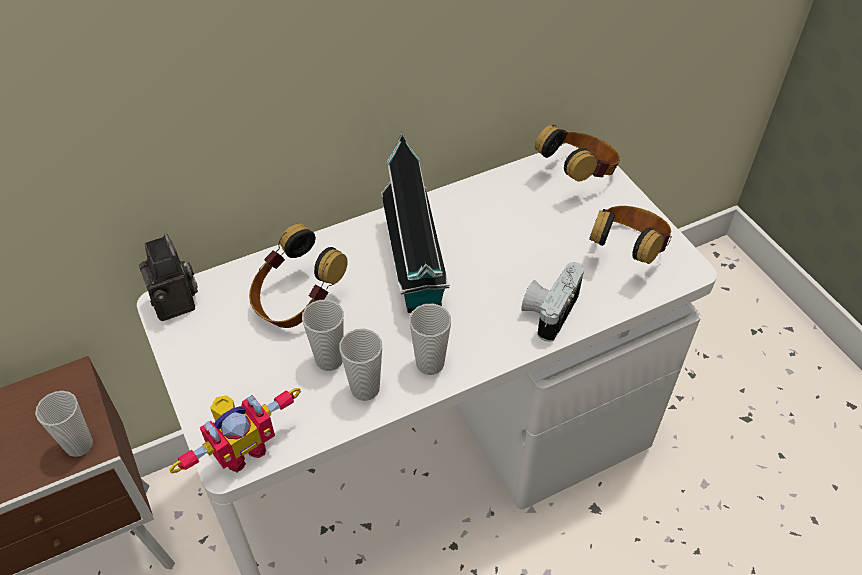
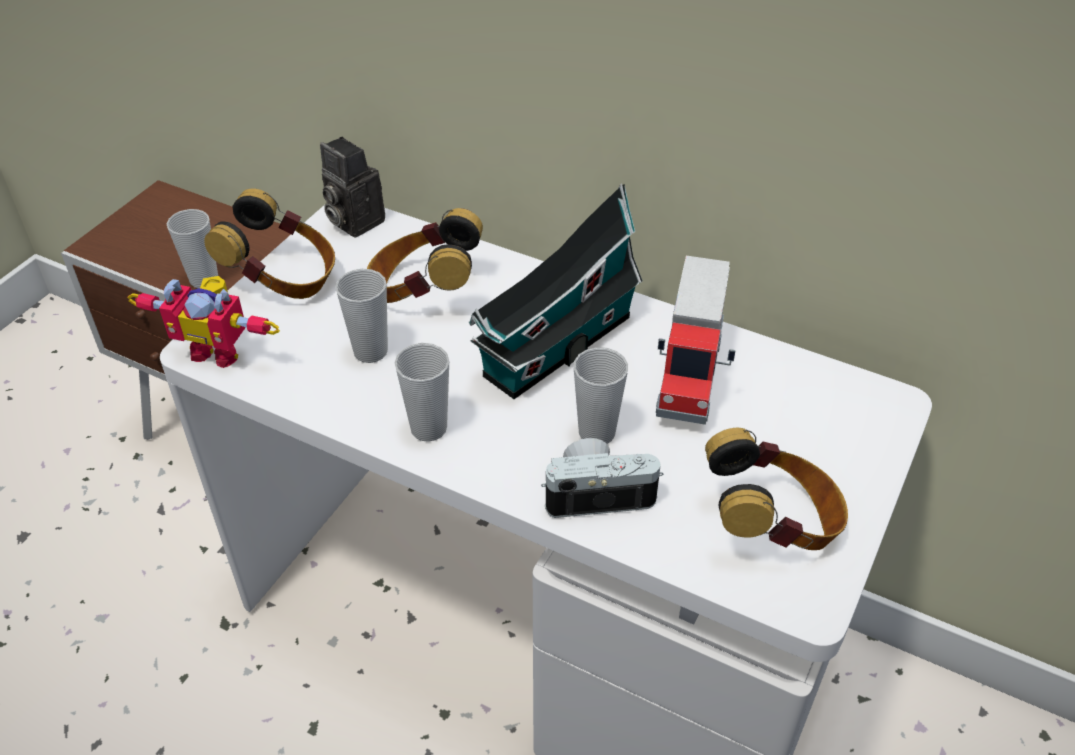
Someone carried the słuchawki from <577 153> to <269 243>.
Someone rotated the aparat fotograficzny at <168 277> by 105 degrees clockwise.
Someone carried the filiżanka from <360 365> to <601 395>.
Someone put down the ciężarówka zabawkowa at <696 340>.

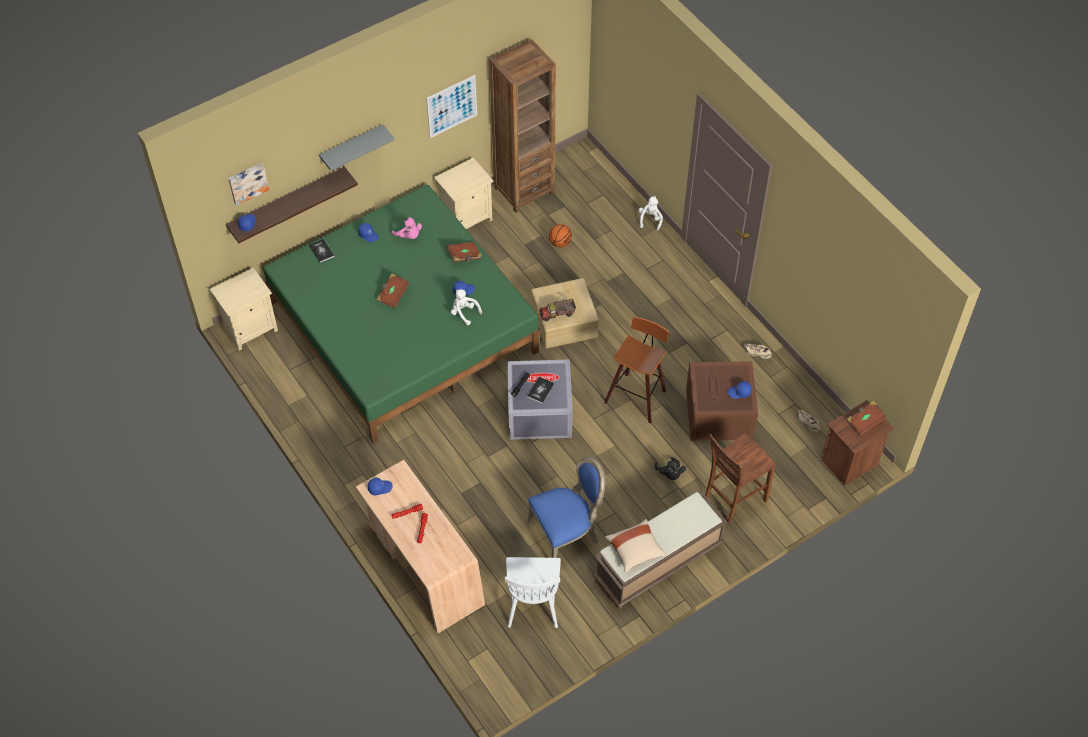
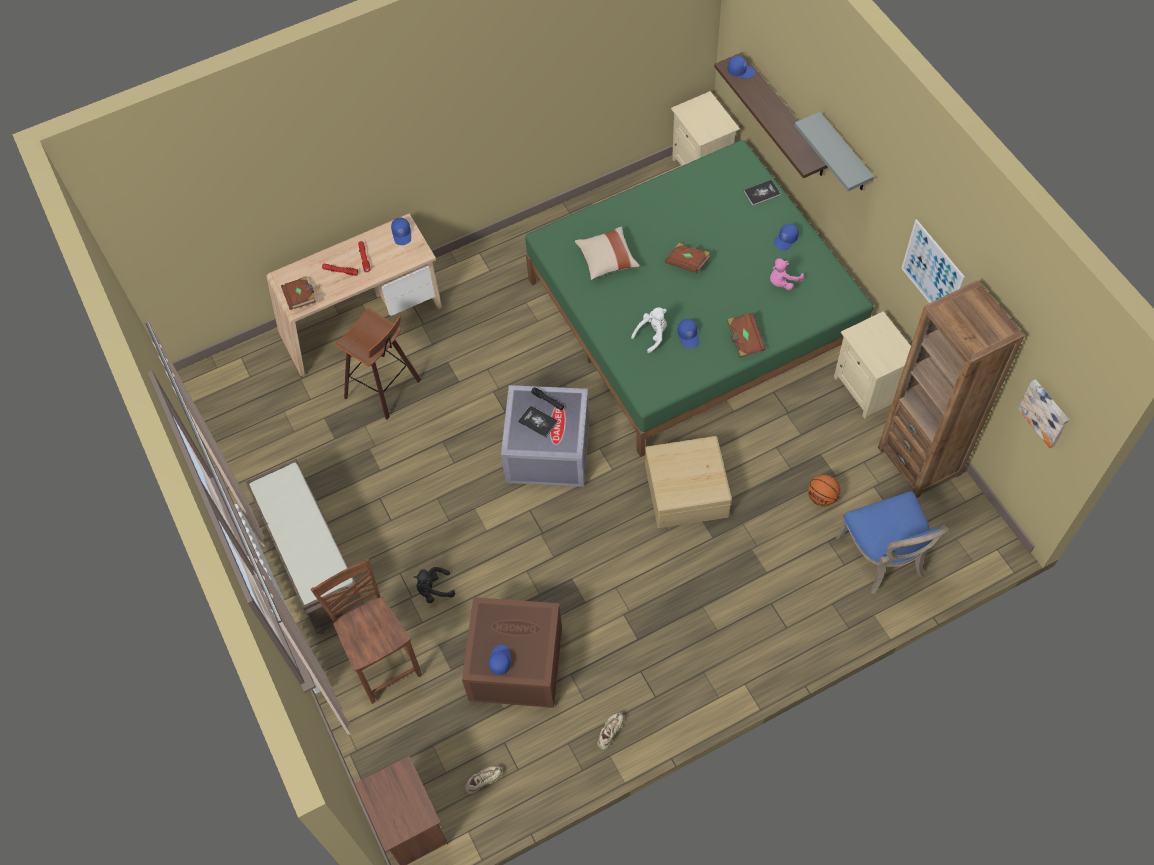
Someone carried the książka [brązowy] from <867 418> to <298 293>.
Someone carried the stołek from <636 370> to <378 364>.
Someone carried the poduszka [beżowy] from <635 546> to <607 253>.
Someone carried the krzesło [niebieski] from <566 507> to <893 542>.
Someone carried the obraz from <248 184> to <1043 413>.
Someone took away the krzesło [biały] at <533 592>.
Someone took away the ciężarówka zabawkowa at <557 310>.
Someone took away the pluszak [biały] at <651 213>.

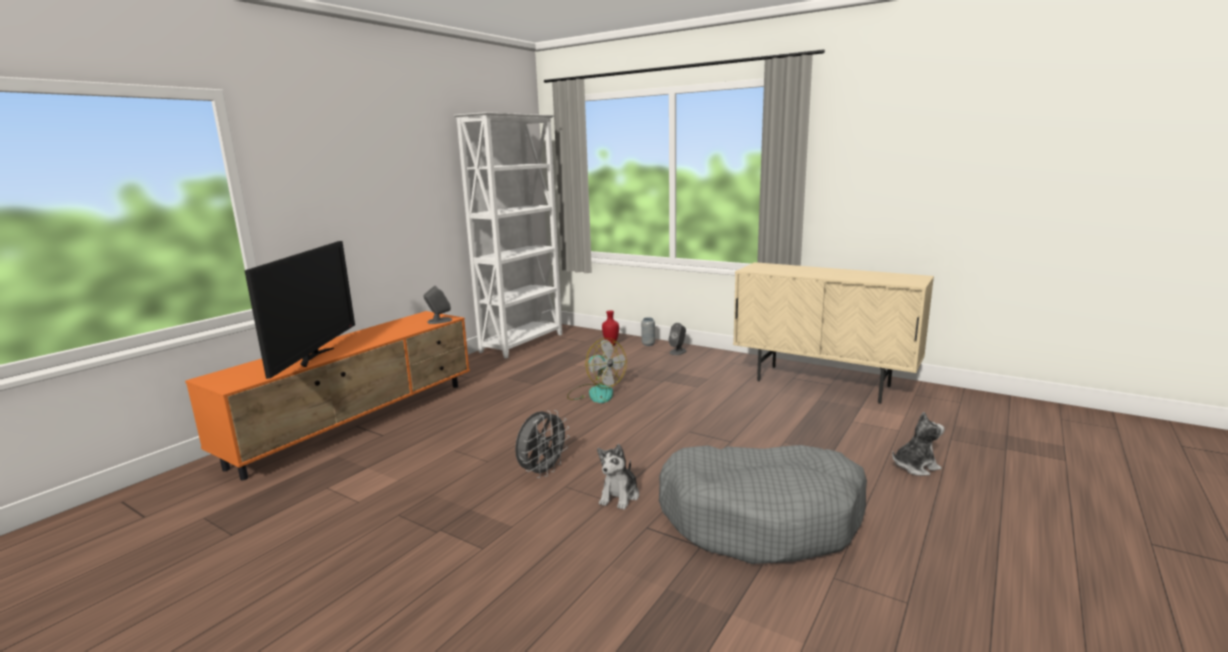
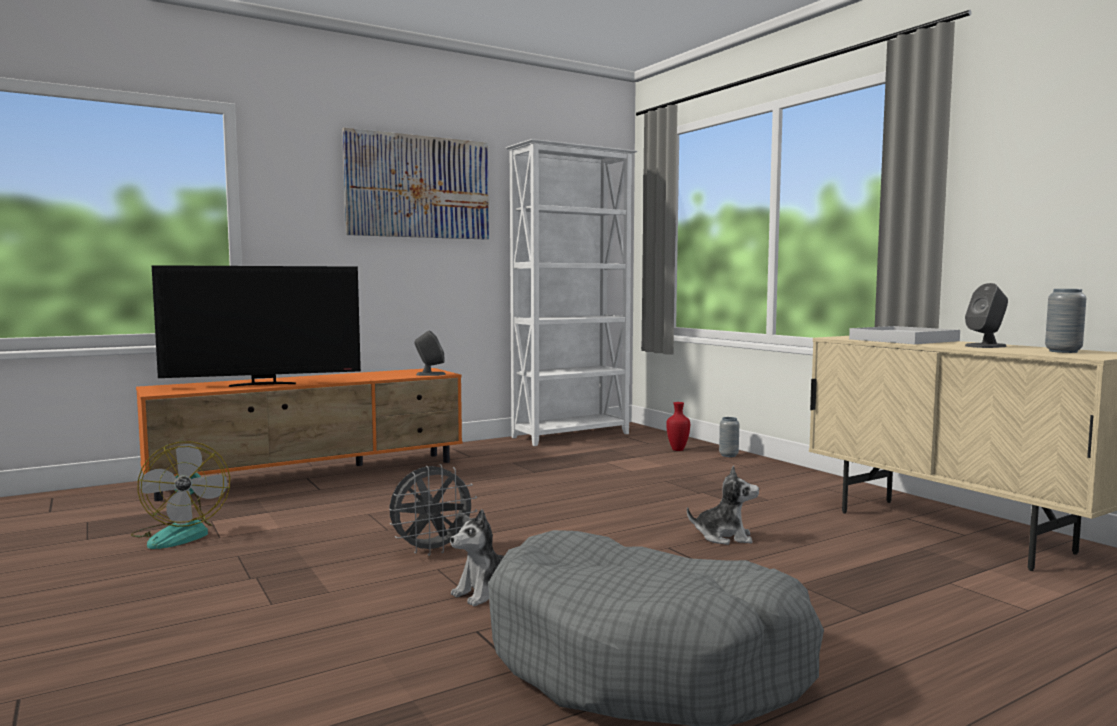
Someone carried the wentylator from <597 370> to <180 495>.
Someone rotated the telewizor at <299 310> by 45 degrees clockwise.
Someone put up the obraz at <415 184>.
Someone carried the pluszak from <918 444> to <723 505>.
Someone put down the taca [biały] at <904 335>.
Someone carried the głośnik [szary] from <677 339> to <986 315>.
Someone put down the wazon [szary] at <1065 321>.

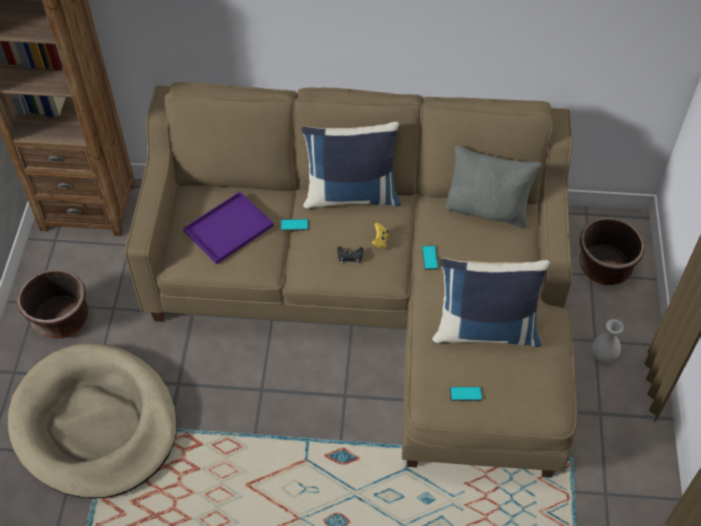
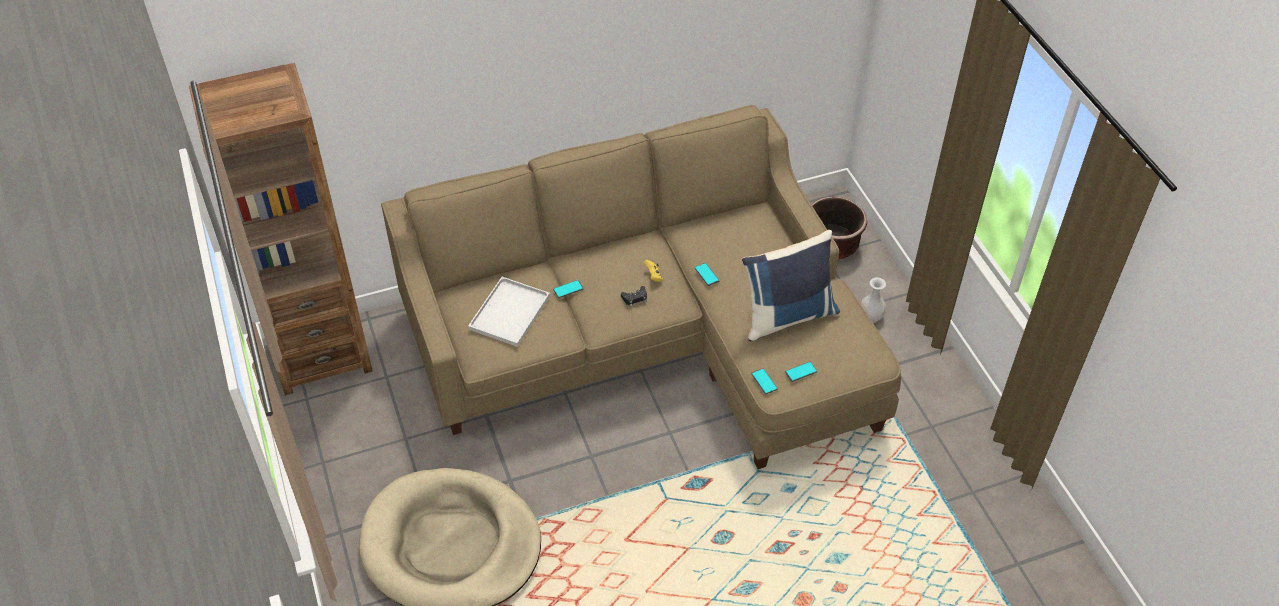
Someone repainted the taca [fioletowy] at <228 228>, which became the taca [biały] at <509 312>.
Someone put down the telefon at <764 381>.
Someone took away the donica [brązowy] at <52 304>.
Someone took away the poduszka [niebieski] at <351 165>.
Someone took away the poduszka [szary] at <494 187>.

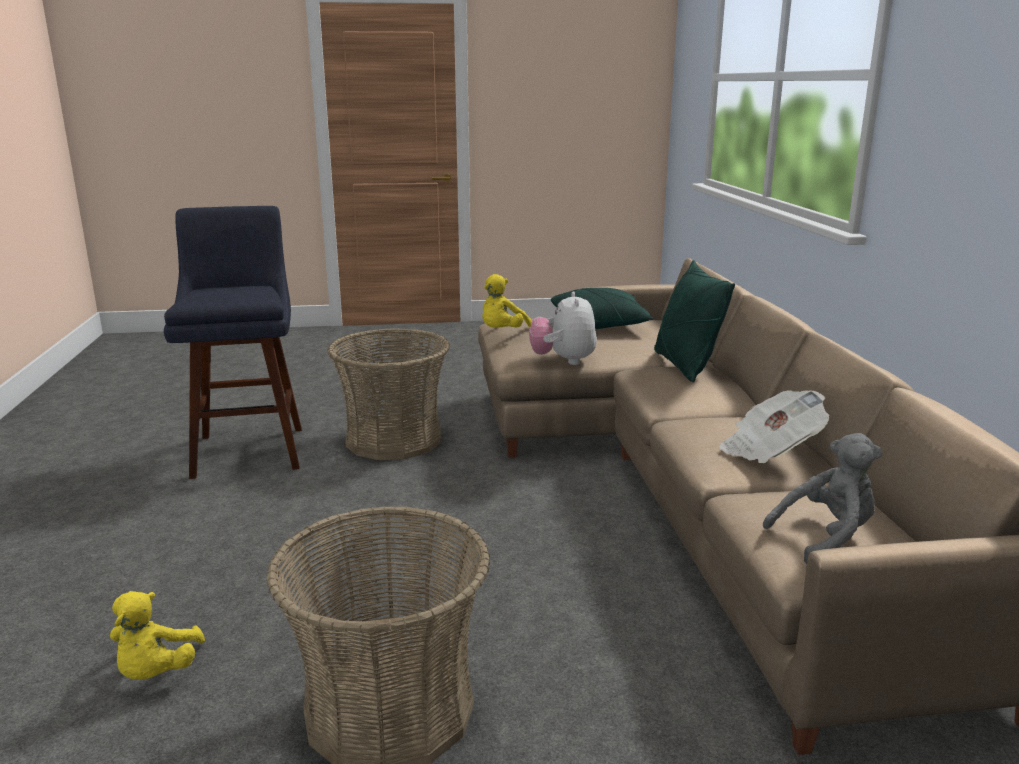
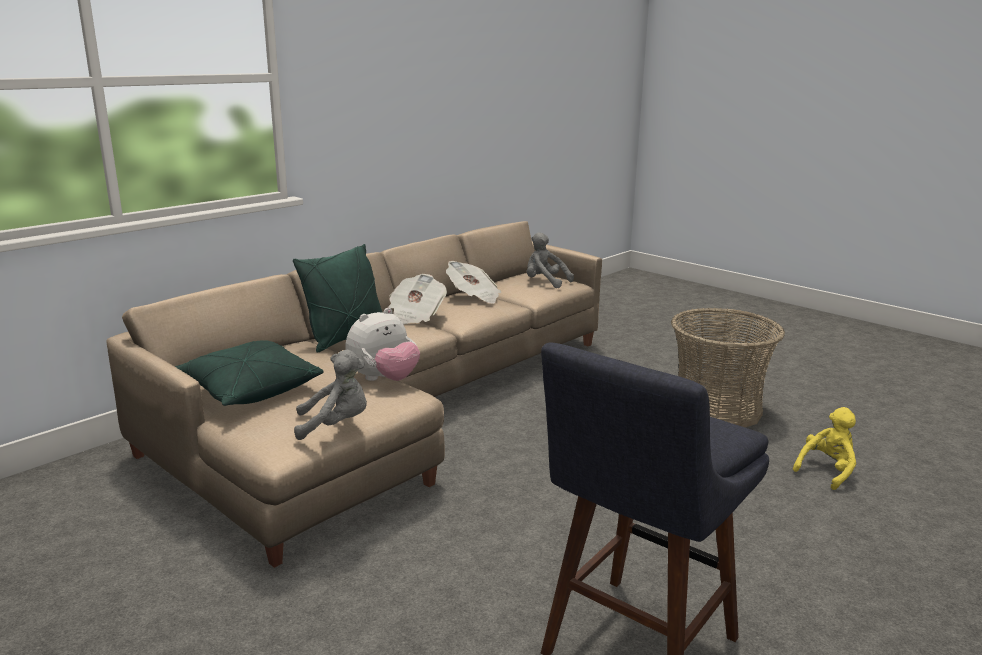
Someone repainted the pluszak [żółty] at <507 301>, which became the pluszak [szary] at <330 395>.
Someone put down the gazeta at <417 299>.
Someone took away the koszyk at <388 394>.

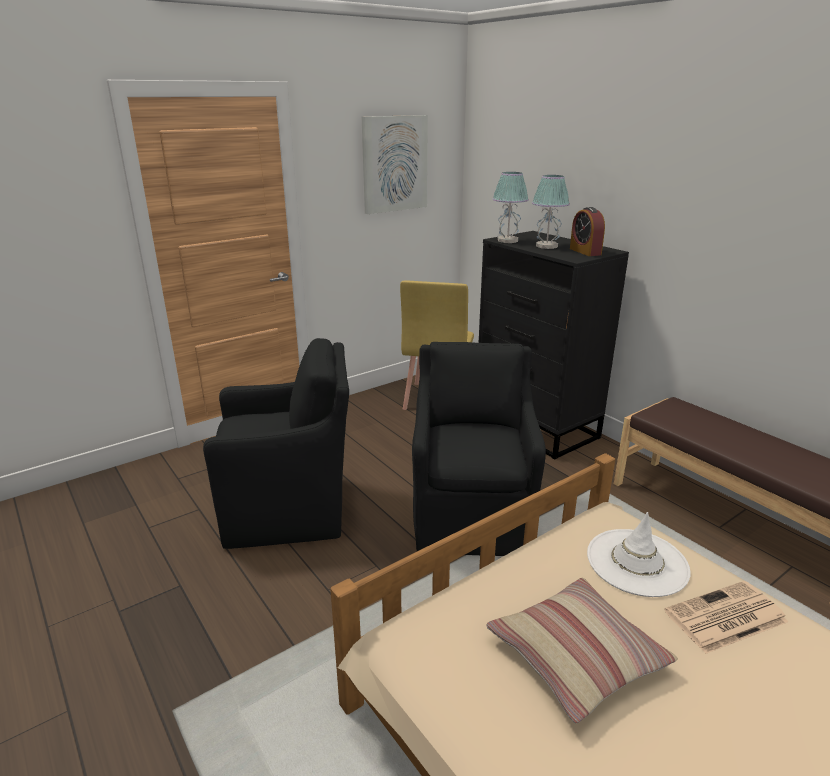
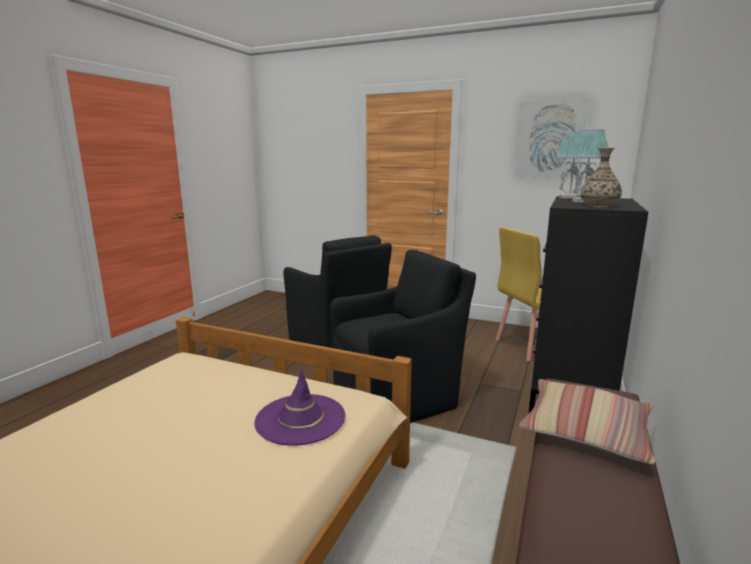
Someone repainted the kapelusz [biały] at <638 554>, which became the kapelusz [fioletowy] at <299 407>.
Someone carried the poduszka from <582 650> to <587 421>.
Someone swapped the budzik at <587 231> for the wazon at <601 178>.
Someone took away the gazeta at <726 617>.

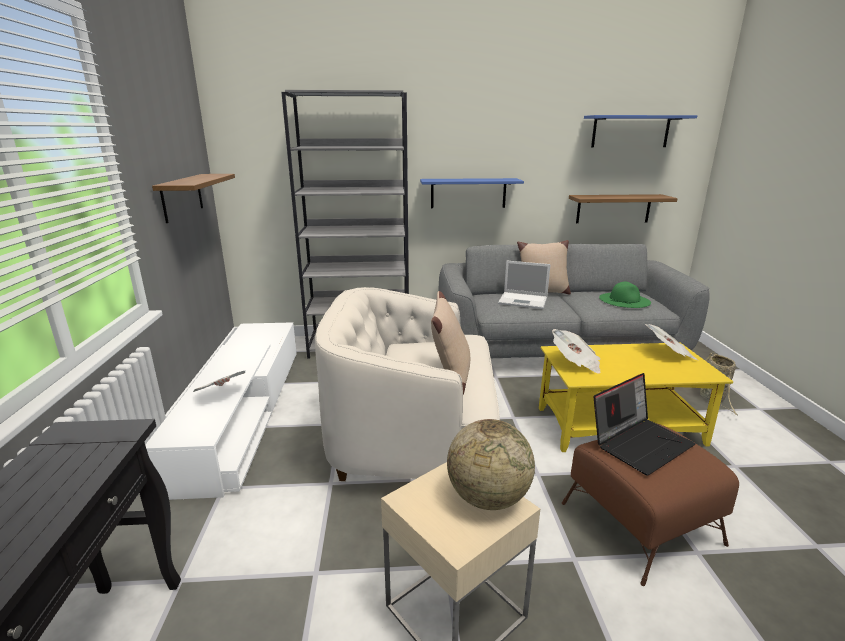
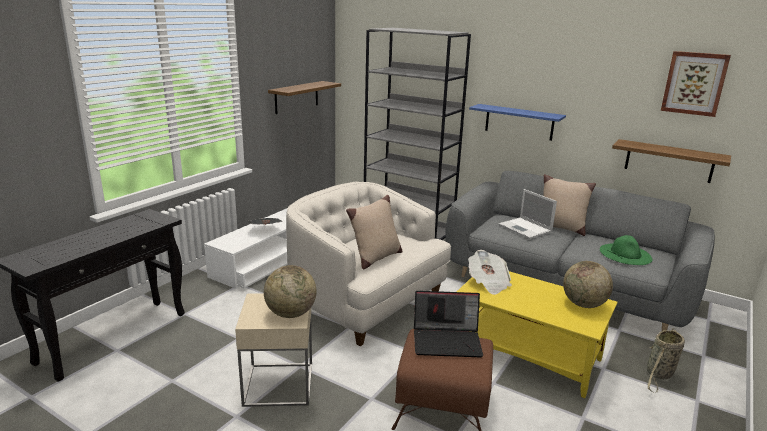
Someone swapped the gazeta at <671 342> for the globus at <588 284>.
Someone swapped the półka [niebieski] at <640 131> for the obraz at <696 84>.

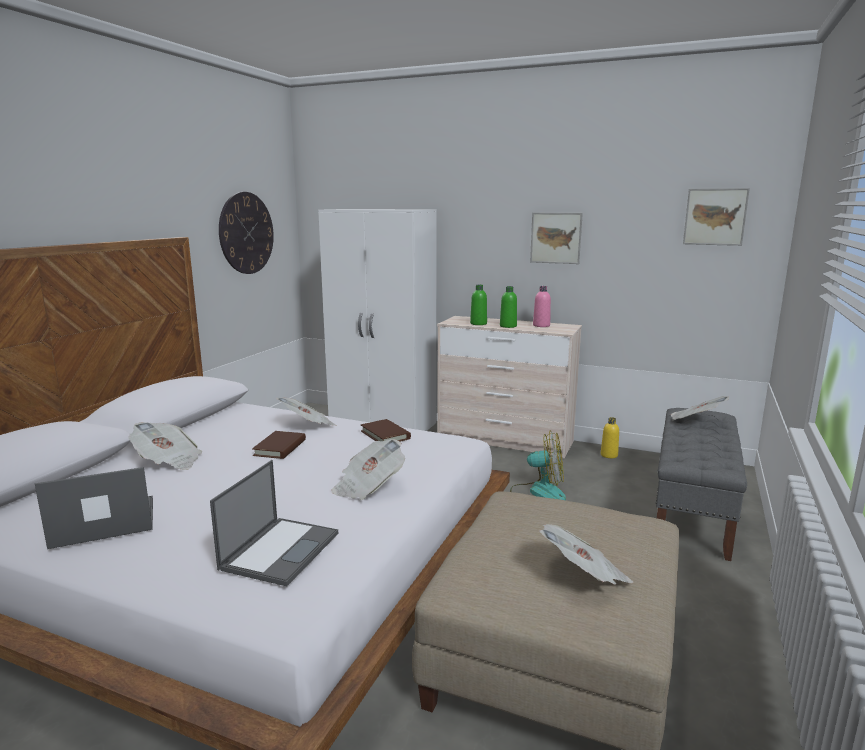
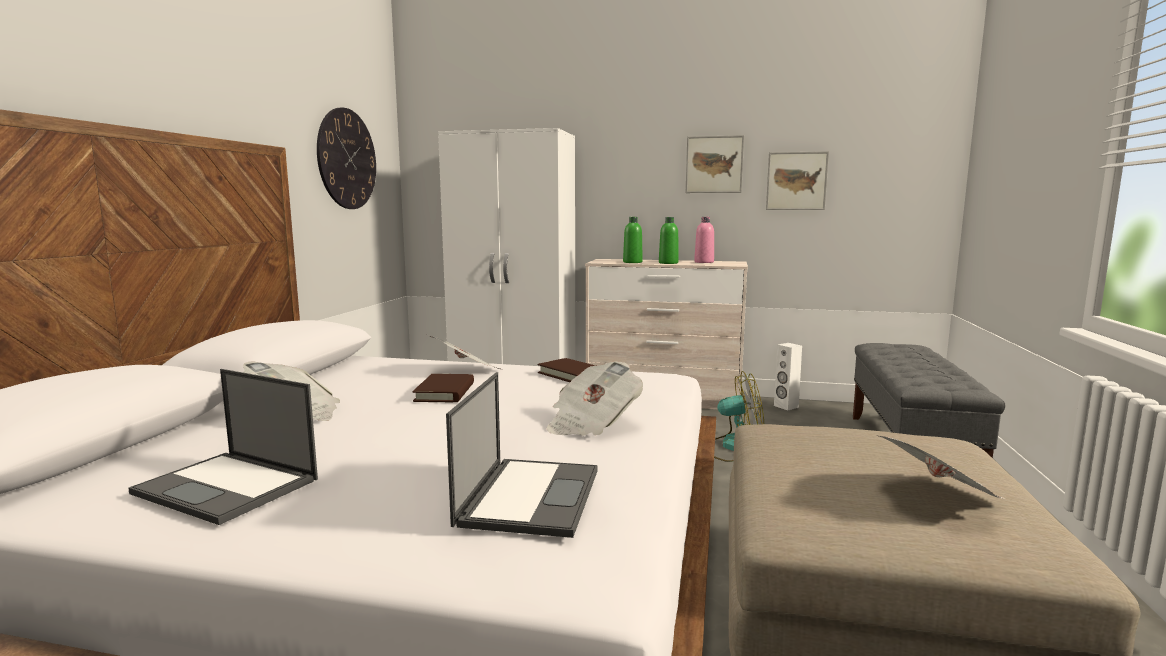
Someone rotated the laptop at <94 508> by 120 degrees counterclockwise.
Someone carried the obraz from <716 217> to <797 180>.
Someone swapped the butelka [żółty] at <610 437> for the głośnik [biały] at <788 376>.
Someone took away the gazeta at <700 408>.

